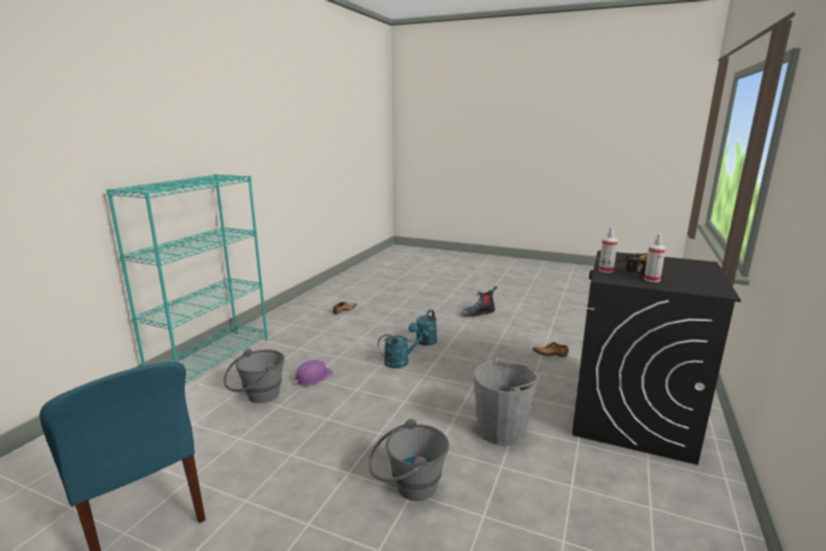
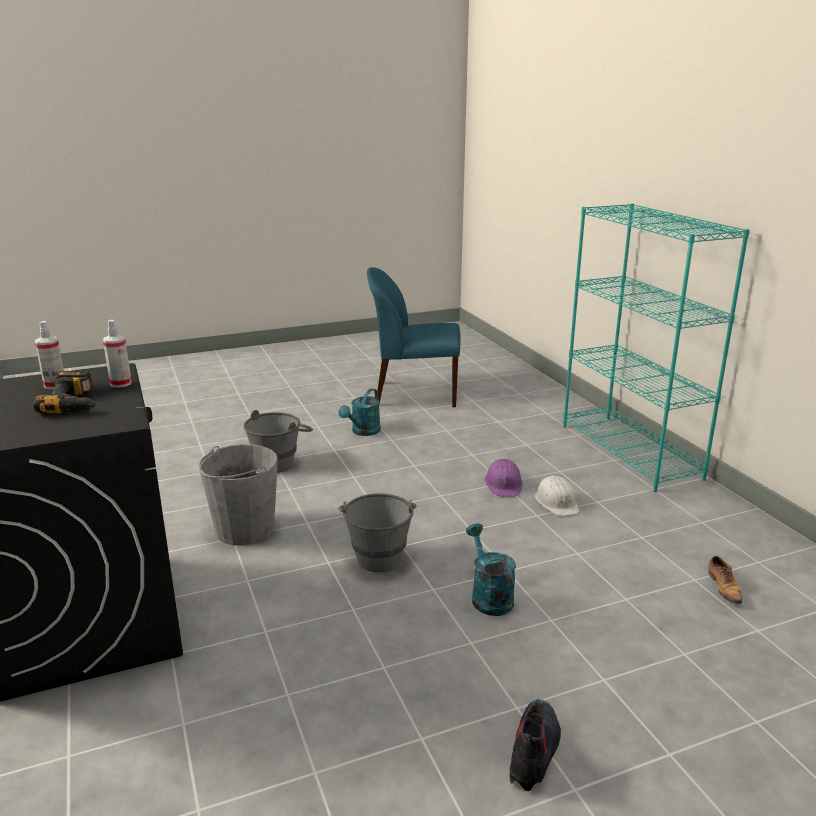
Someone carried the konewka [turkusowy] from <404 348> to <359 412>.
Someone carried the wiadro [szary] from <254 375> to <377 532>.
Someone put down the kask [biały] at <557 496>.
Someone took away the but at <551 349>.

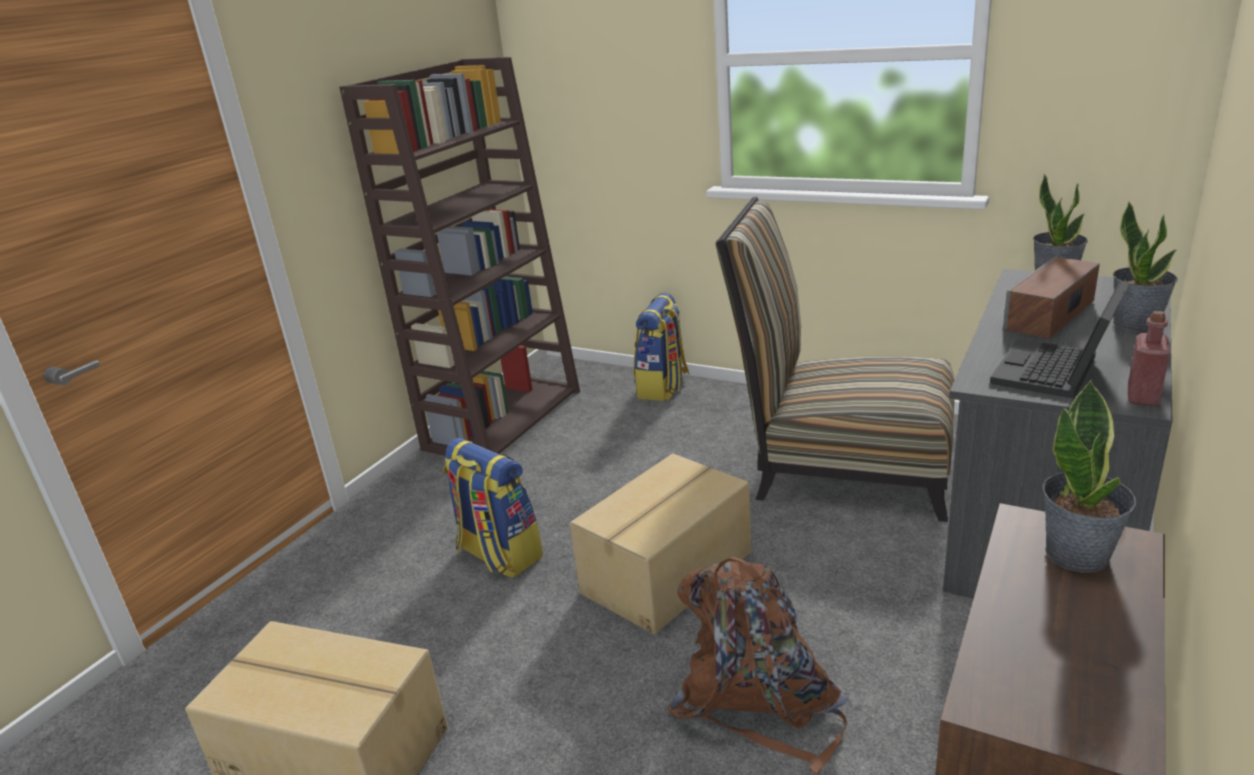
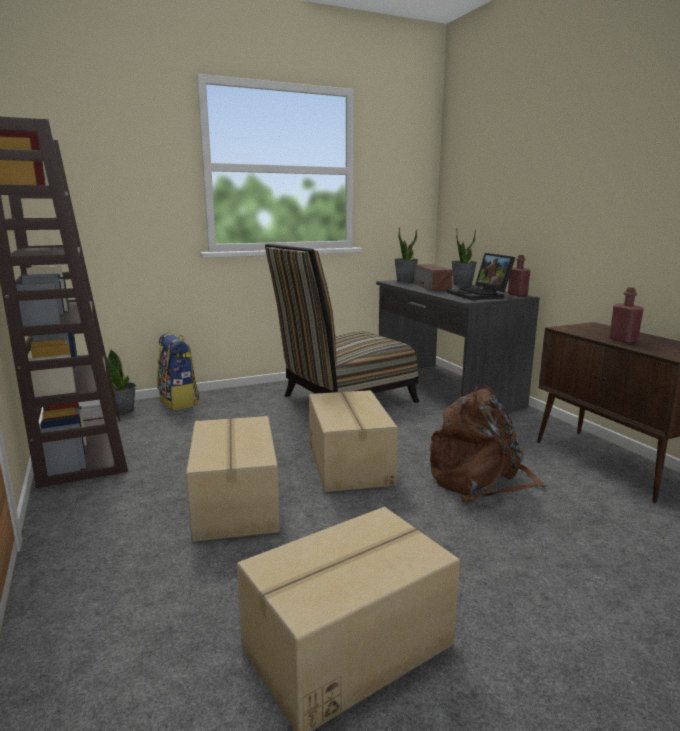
Someone carried the roślina doniczkowa from <1089 476> to <121 381>.
Someone swapped the plecak at <493 508> for the karton at <233 479>.
Someone put down the butelka [czerwony] at <626 315>.

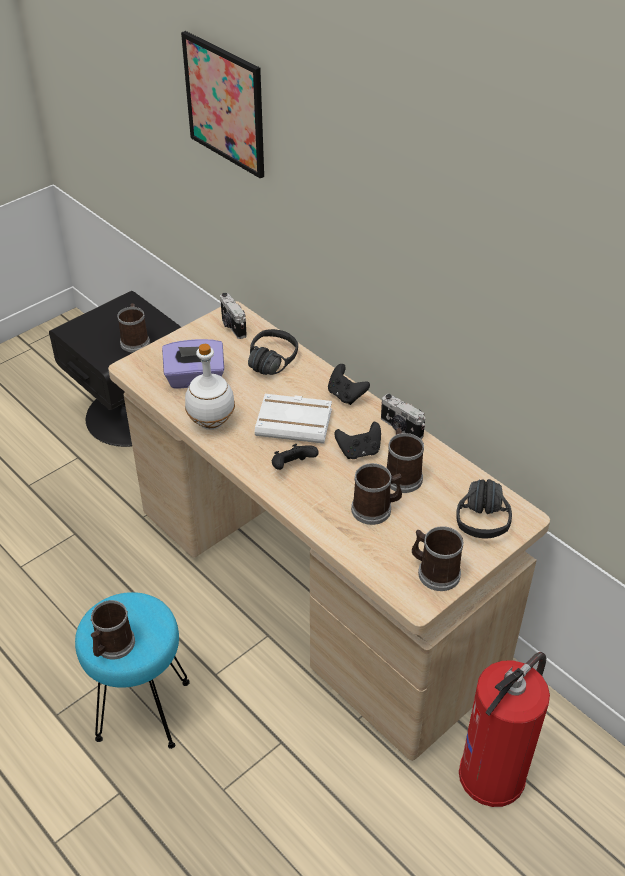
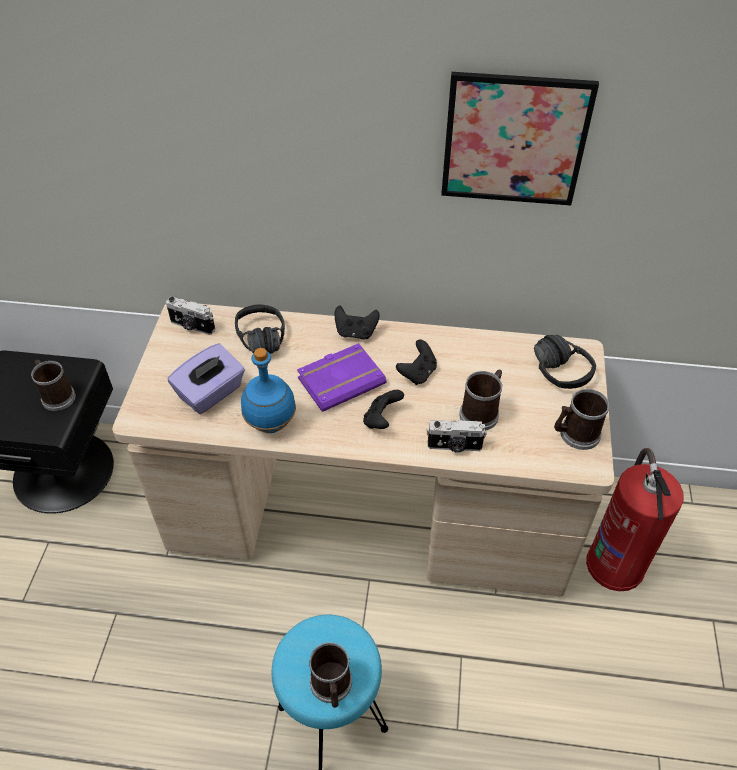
Someone repainted the butelka [biały] at <210 387>, which became the butelka [niebieski] at <268 390>.
Someone repainted the książka [biały] at <293 419>, which became the książka [fioletowy] at <341 377>.
Someone carried the aparat fotograficzny from <403 416> to <457 436>.
Someone carried the obraz from <222 104> to <520 139>.
Someone took away the kubek at <405 460>.

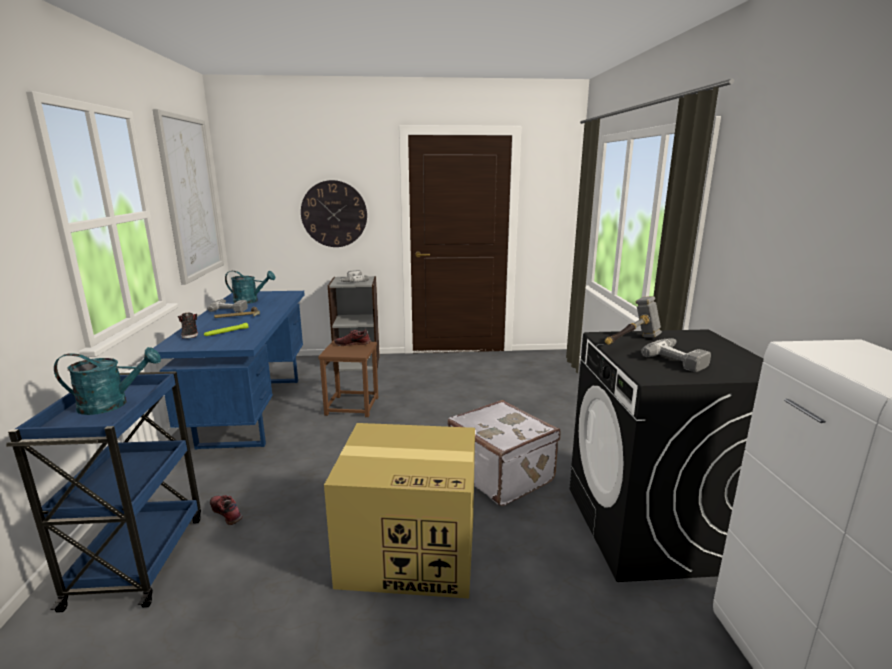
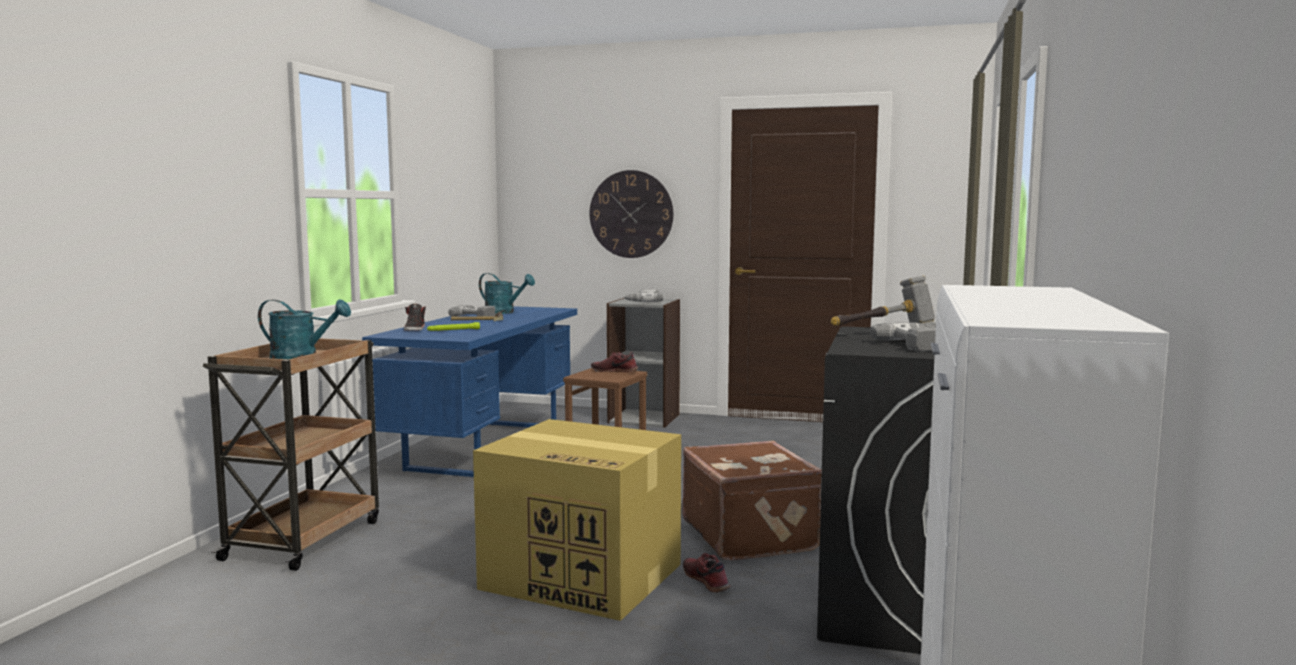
Someone repainted the wózek [niebieski] at <103 492>, which became the wózek [brązowy] at <291 454>.
Someone repainted the walizka [biały] at <504 453>, which became the walizka [brązowy] at <752 500>.
Someone carried the but from <226 510> to <707 573>.
Someone took away the obraz at <188 197>.

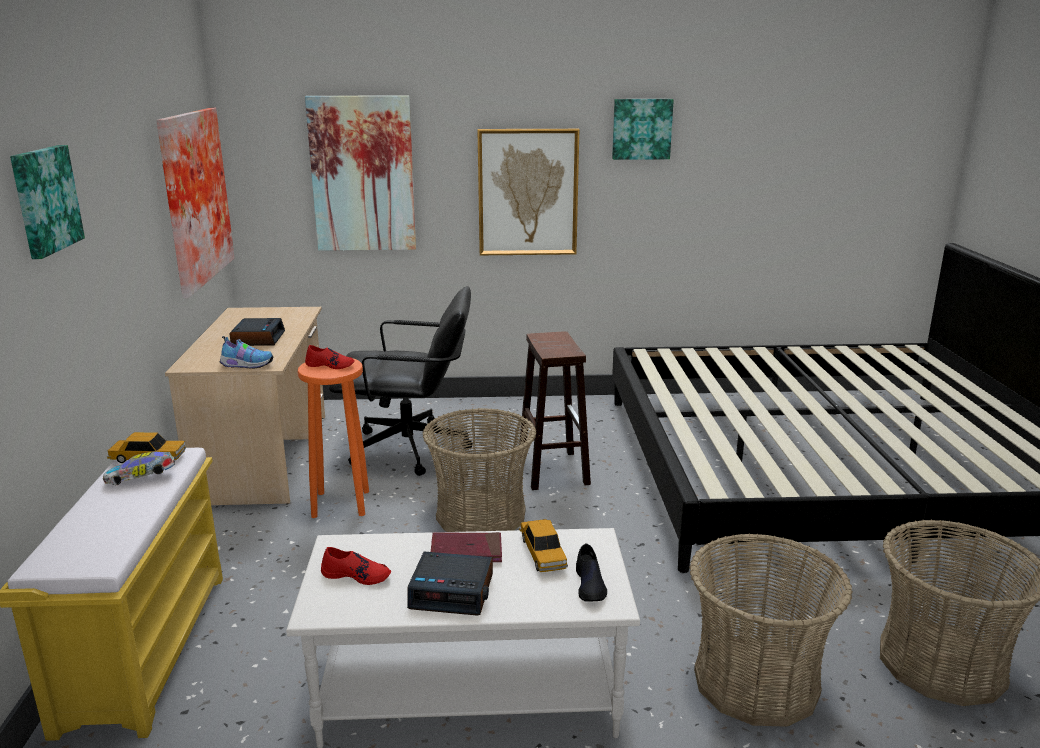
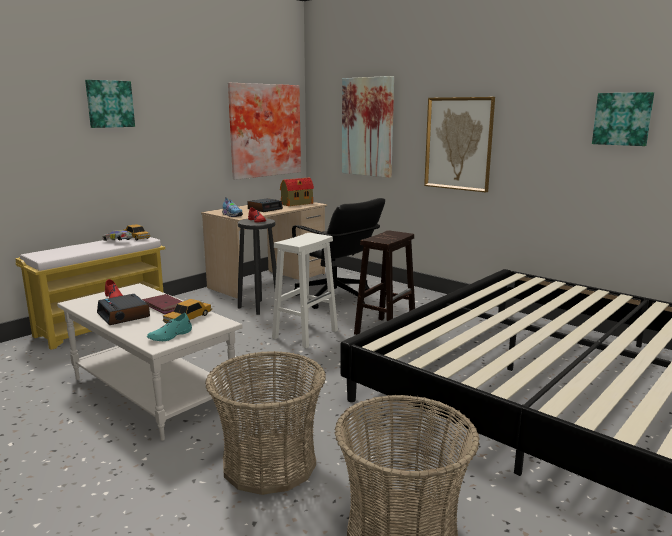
Someone repainted the but [czarny] at <591 572>, which became the but [turkusowy] at <169 327>.
Someone repainted the stołek [pomarańczowy] at <333 438>, which became the stołek [czarny] at <257 266>.
Someone swapped the koszyk at <479 470> for the stołek [biały] at <305 290>.
Someone put down the domek at <297 192>.
Someone carried the obraz from <643 129> to <623 119>.

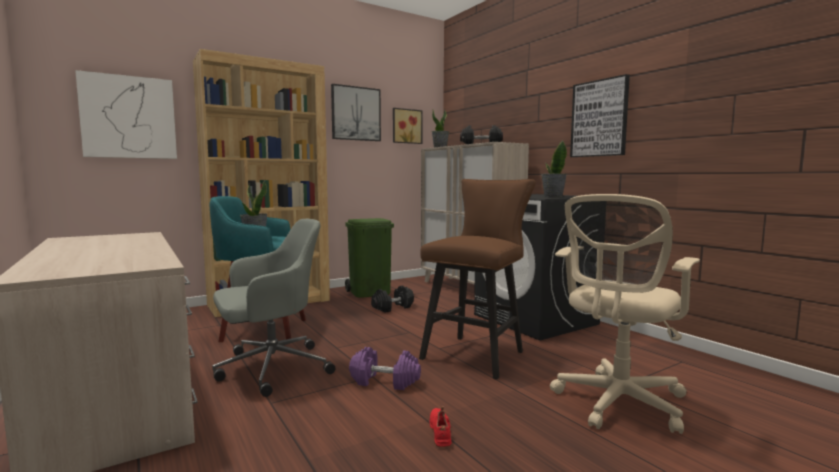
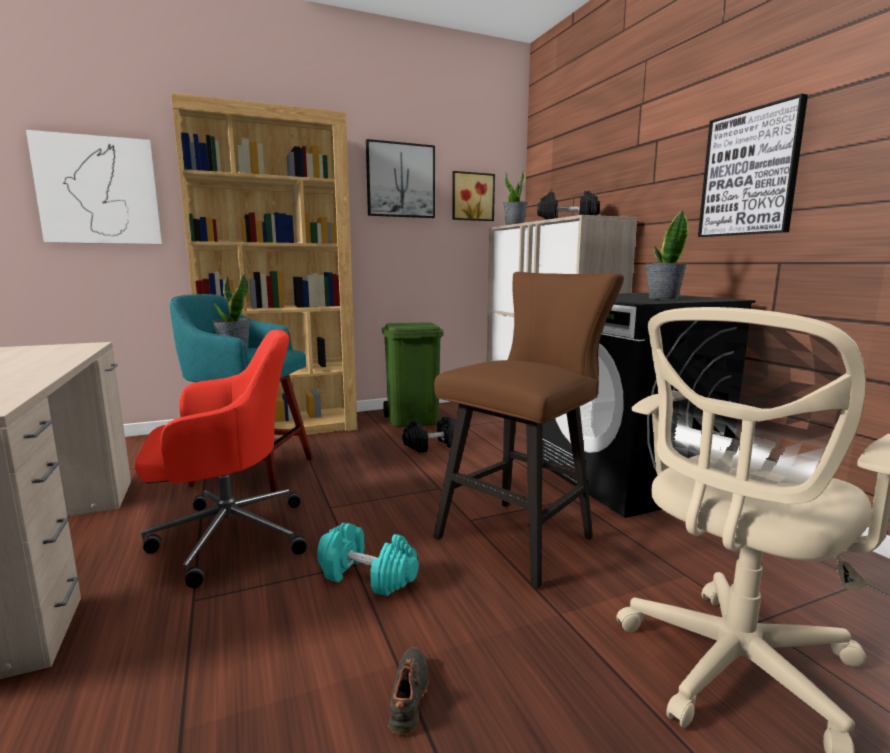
Someone repainted the krzesło biurowe [szary] at <273 308>, which became the krzesło biurowe [czerwony] at <221 459>.
Someone repainted the hantel [fioletowy] at <385 368>, which became the hantel [turkusowy] at <368 559>.
Someone repainted the but [czerwony] at <441 427>, which became the but [czarny] at <409 691>.

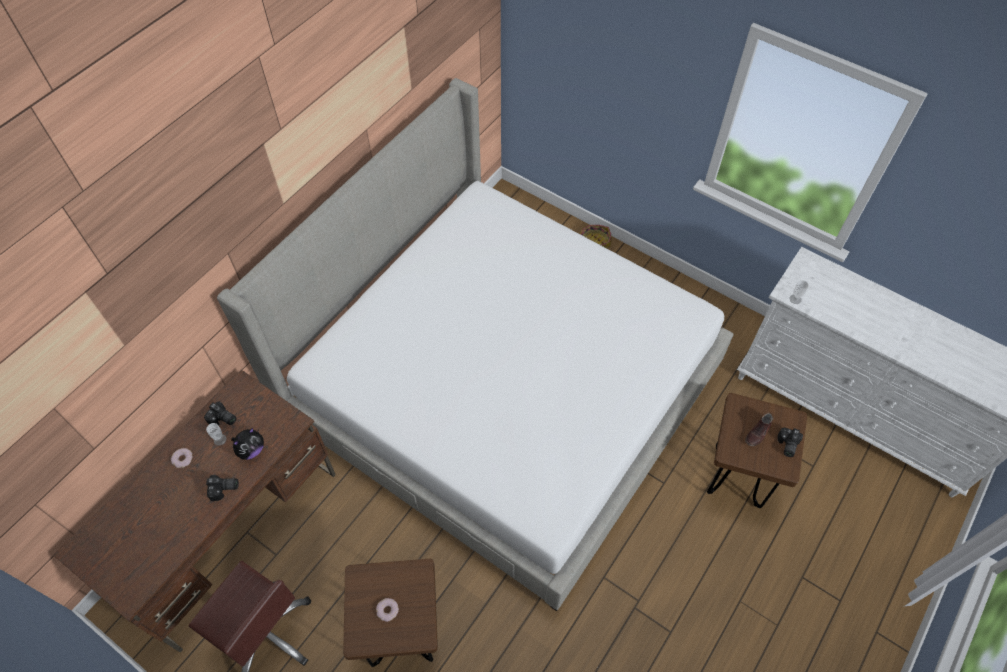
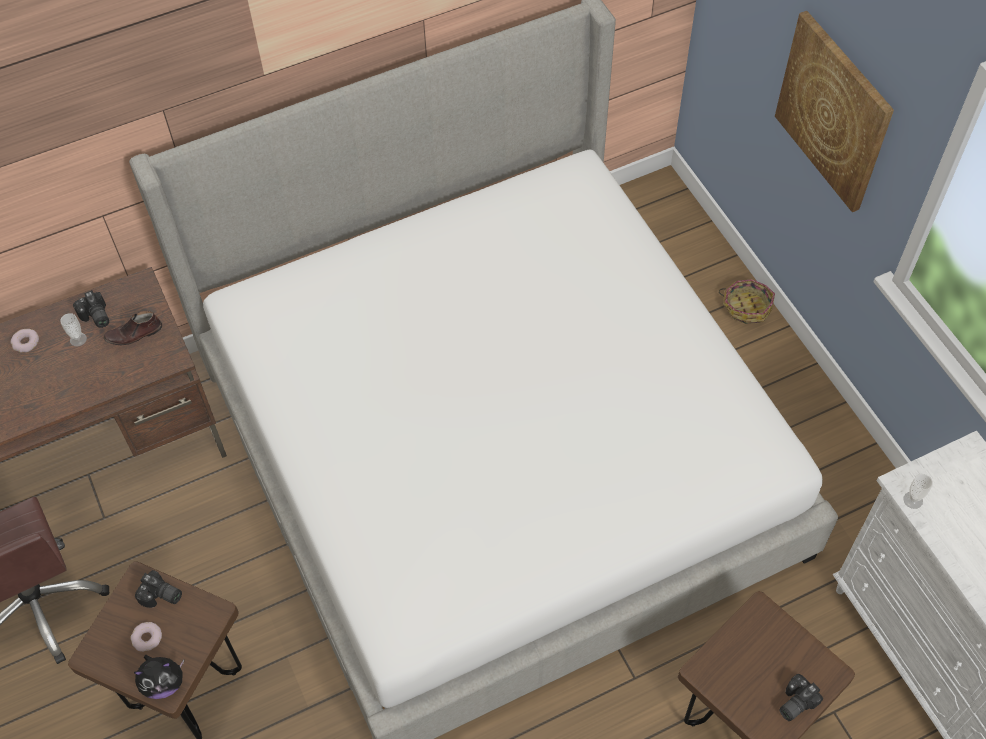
Someone carried the but [brązowy] from <759 429> to <132 328>.
Someone carried the pluszak from <247 444> to <159 677>.
Someone carried the aparat fotograficzny from <222 488> to <158 589>.
Someone put up the obraz at <834 111>.

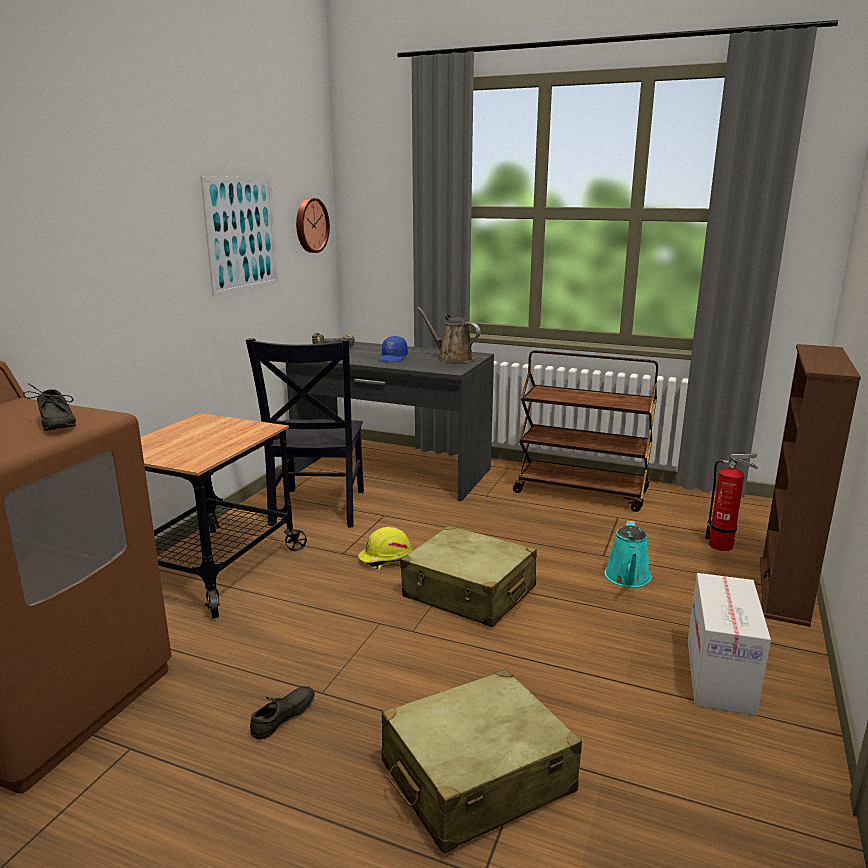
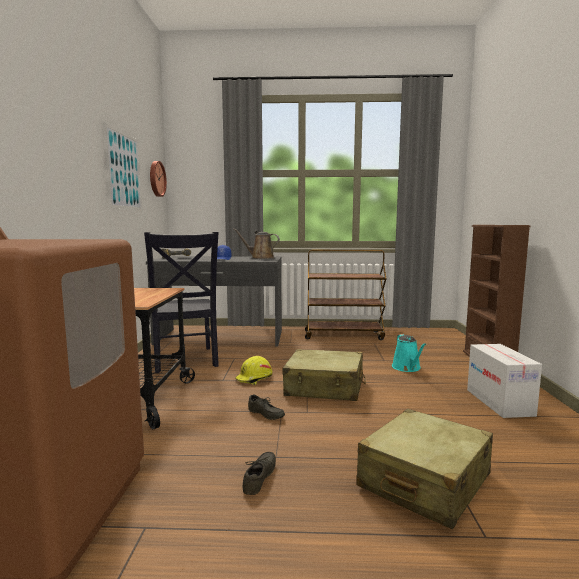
Someone carried the but [szary] from <49 407> to <266 407>.
Someone took away the gaśnica at <731 502>.

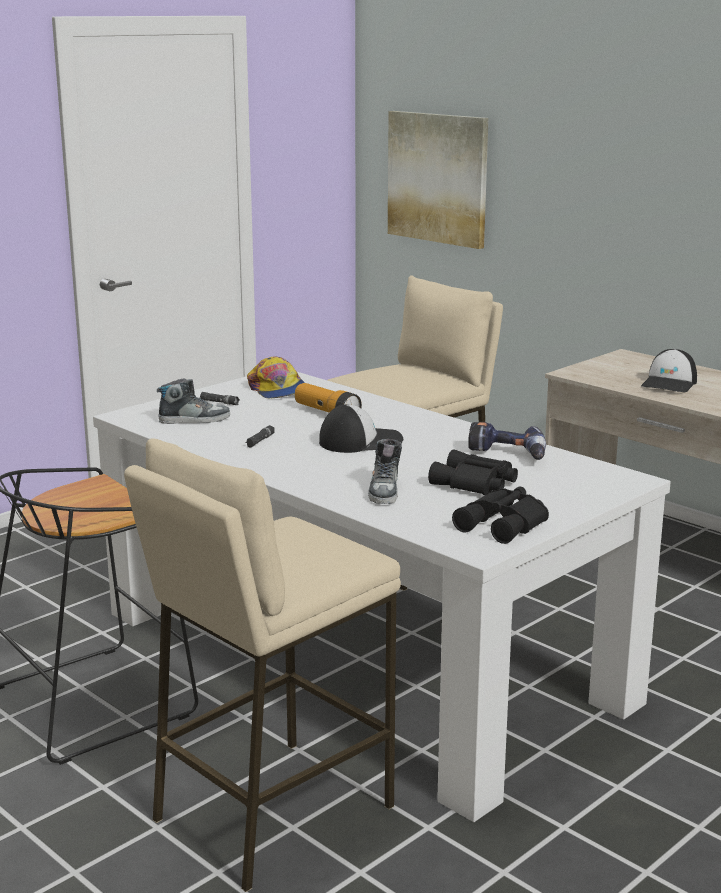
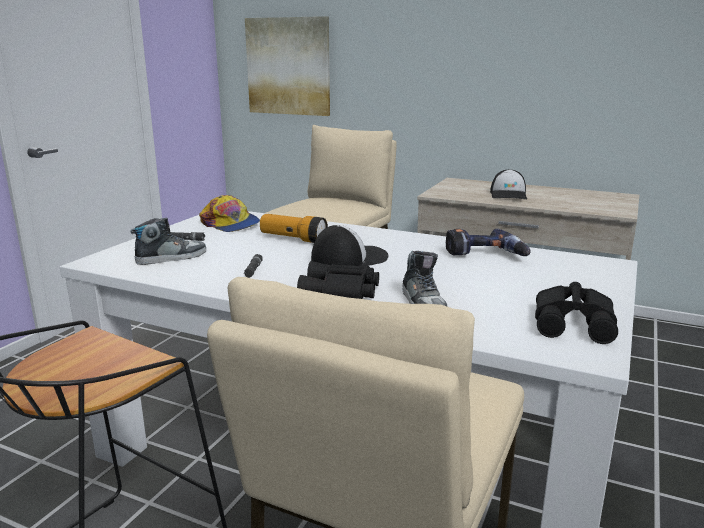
Someone carried the lornetka [czarny] from <473 472> to <338 280>.

